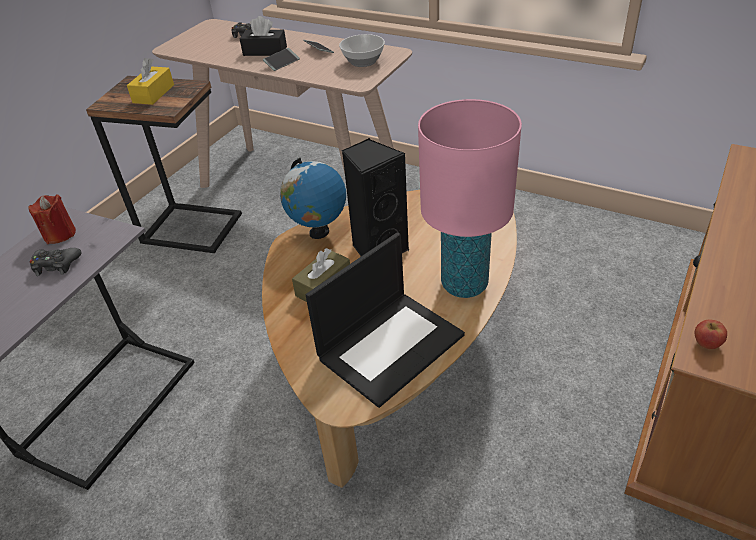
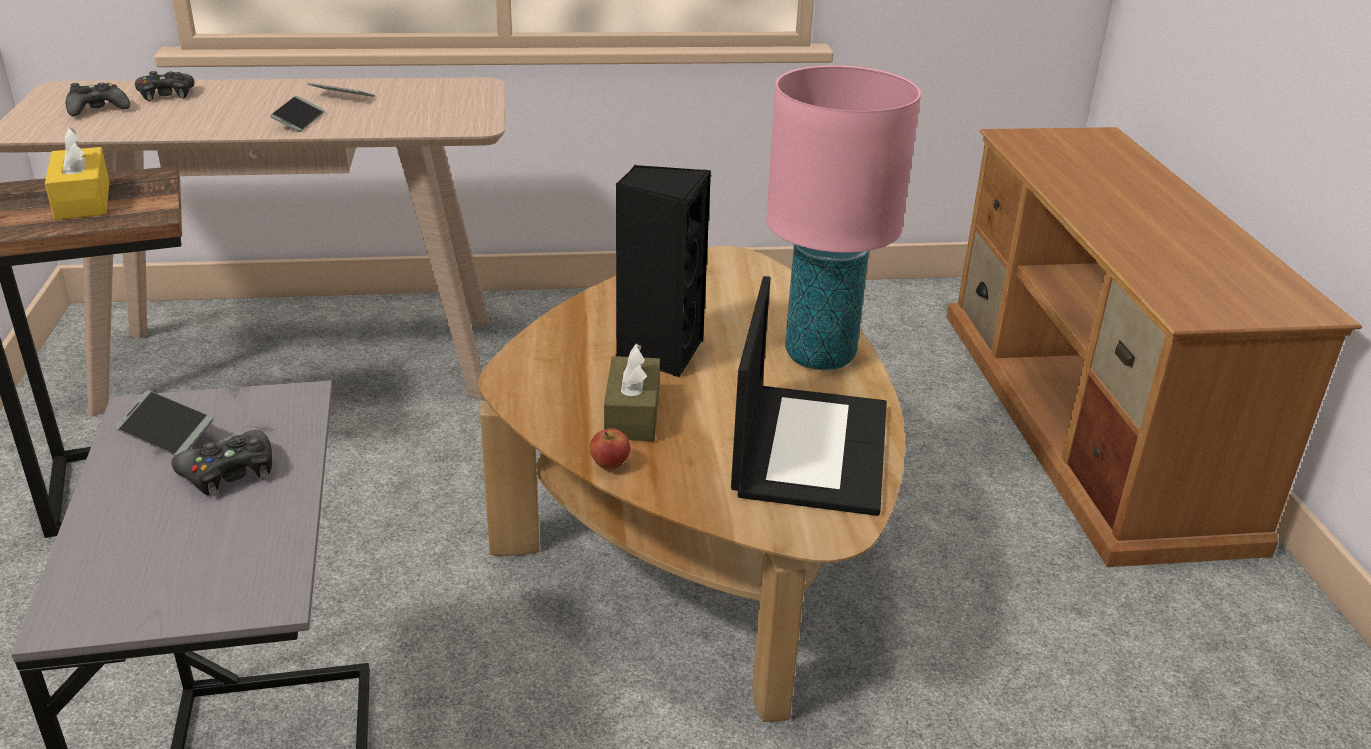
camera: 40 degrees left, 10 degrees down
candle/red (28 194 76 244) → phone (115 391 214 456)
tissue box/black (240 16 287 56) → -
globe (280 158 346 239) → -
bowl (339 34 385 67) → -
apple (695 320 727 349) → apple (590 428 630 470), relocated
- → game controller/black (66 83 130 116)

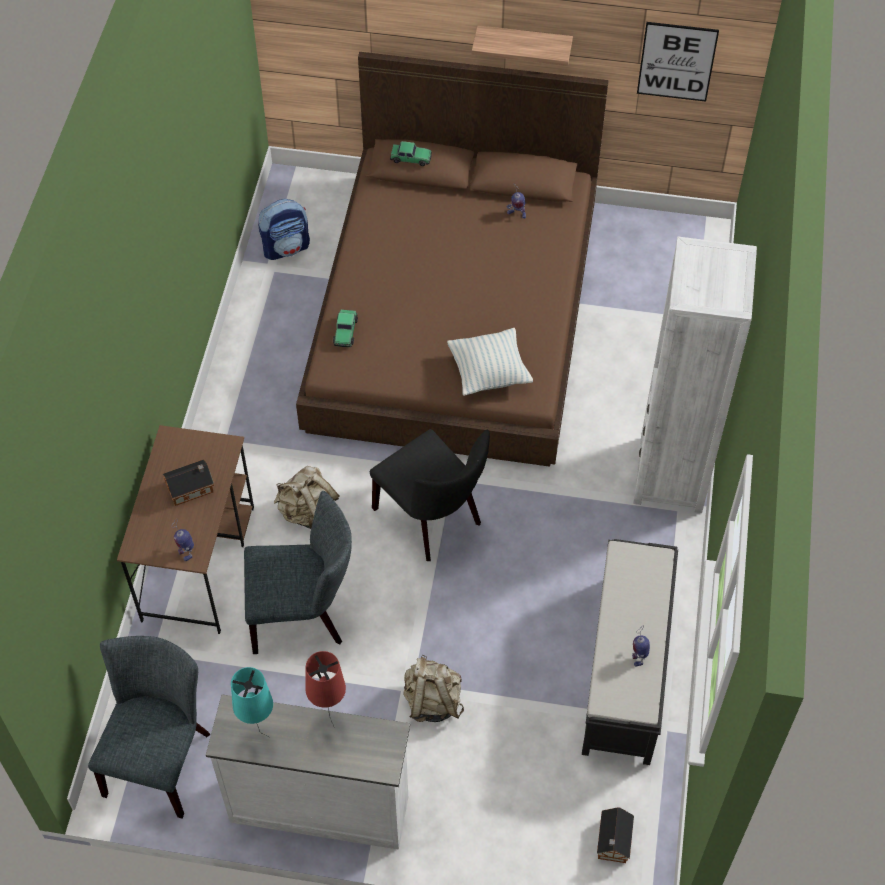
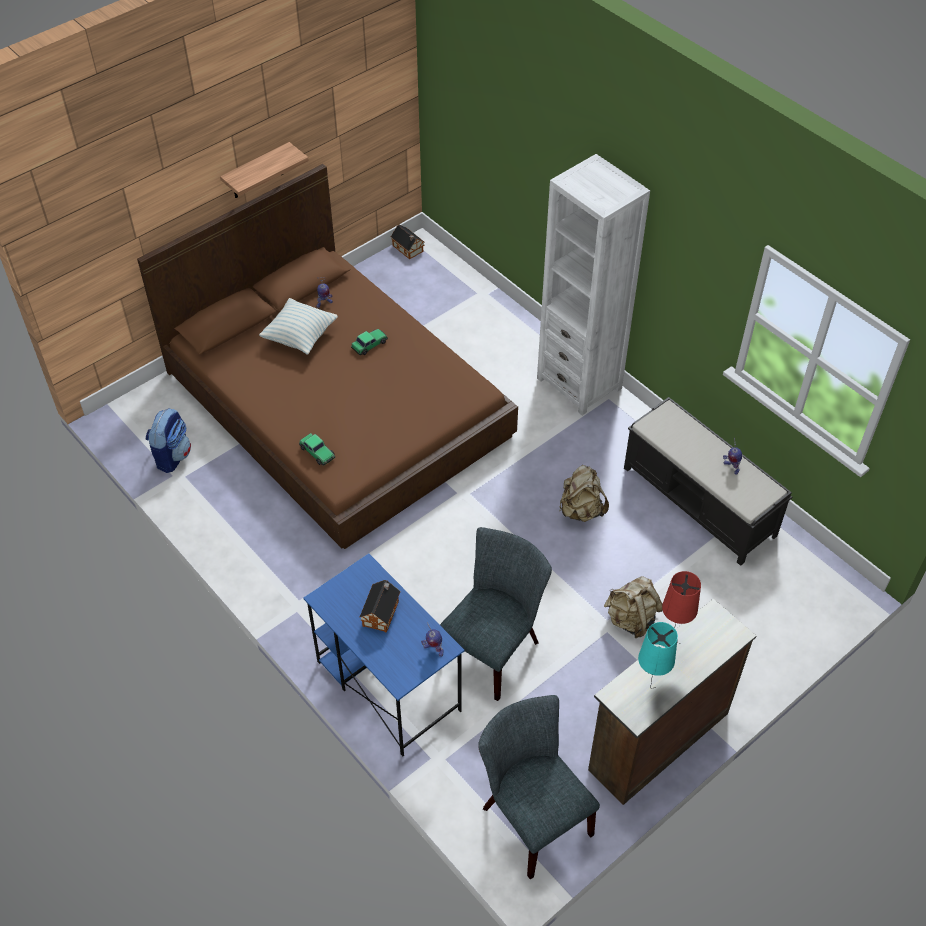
camera: 50 degrees left, 5 degrees down
desk/brown (117 425 254 634) → desk/blue (303 553 464 756)
dresser/white (206 694 410 850) → dresser/brown (588 599 756 805)
backpack/beige (274 466 339 529) → backpack/beige (560 465 609 522), relocated
chair/black (370 429 490 561) → -
toy car (390 141 432 166) → toy car (351 329 388 355), relocated
pillow (447 328 533 396) → pillow (259 298 338 354), relocated
toy house (597 807 634 863) → toy house (391 225 424 259), relocated
picture (637 22 719 102) → -

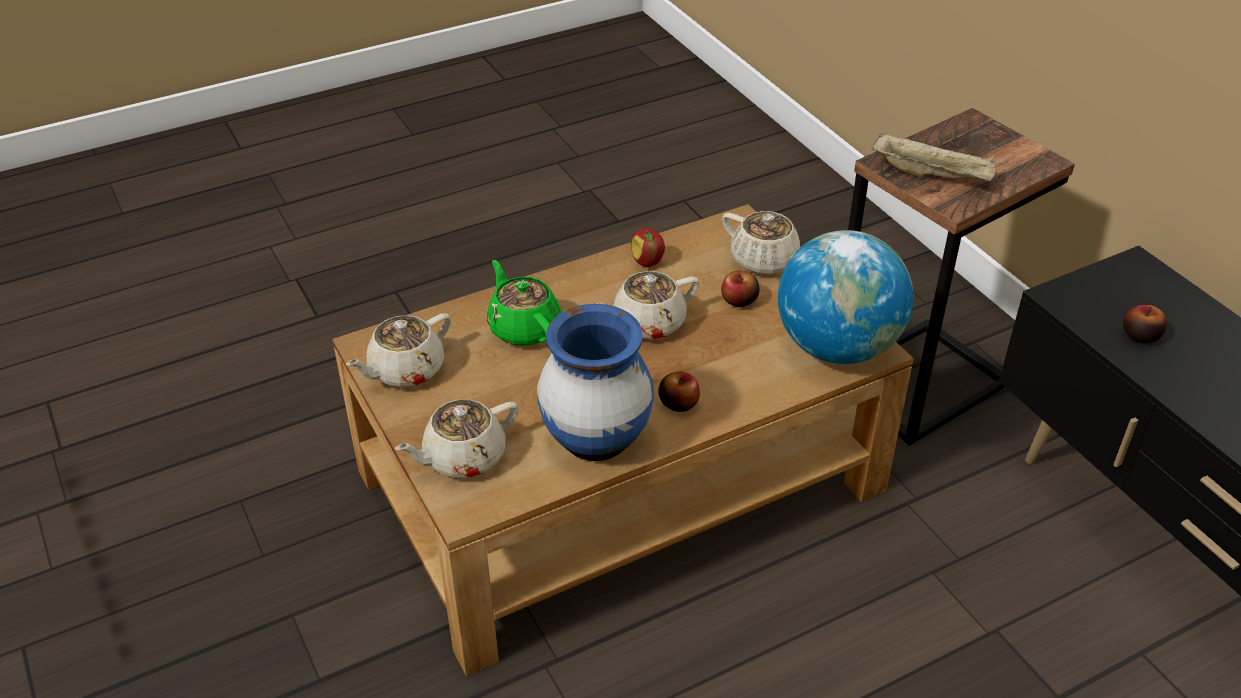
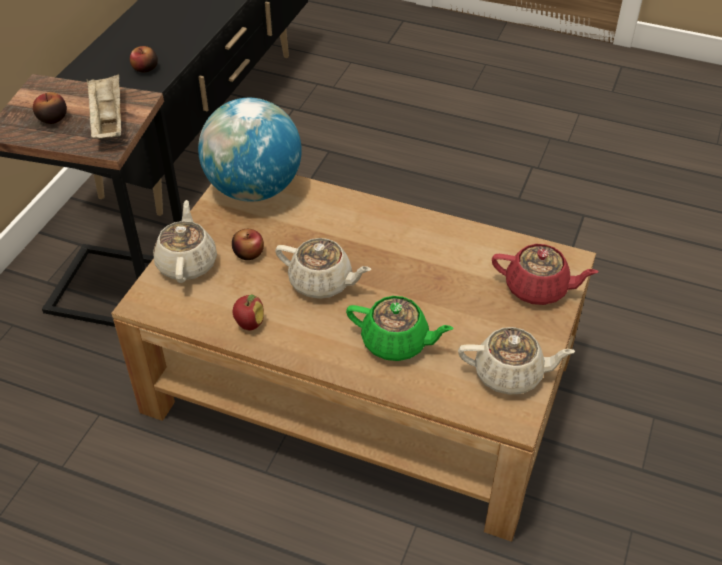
camera: 130 degrees left, 5 degrees up
teapot/beige (395 399 518 478) → teapot/red (492 244 598 305)
teapot/green (487 260 561 346) → teapot/green (346 296 454 361), 90 degrees counterclockwise
vase/blue (537 304 654 461) → -
apple (658 372 700 412) → apple (33 92 67 124), relocated

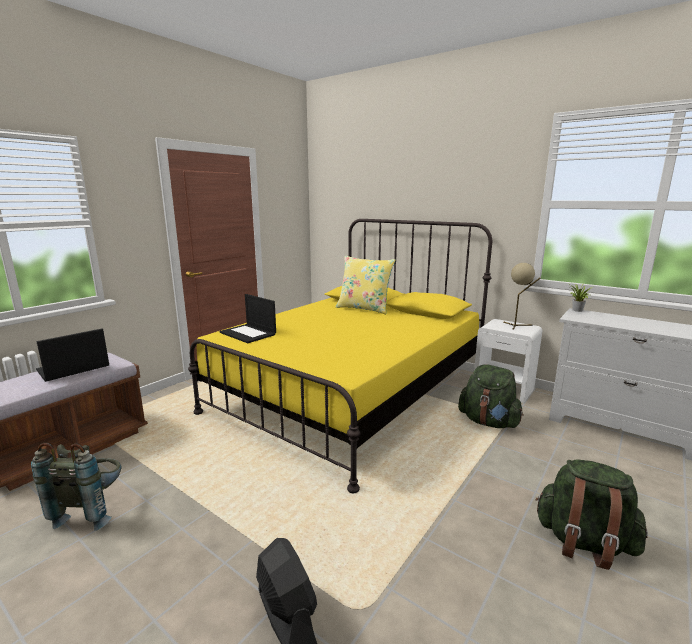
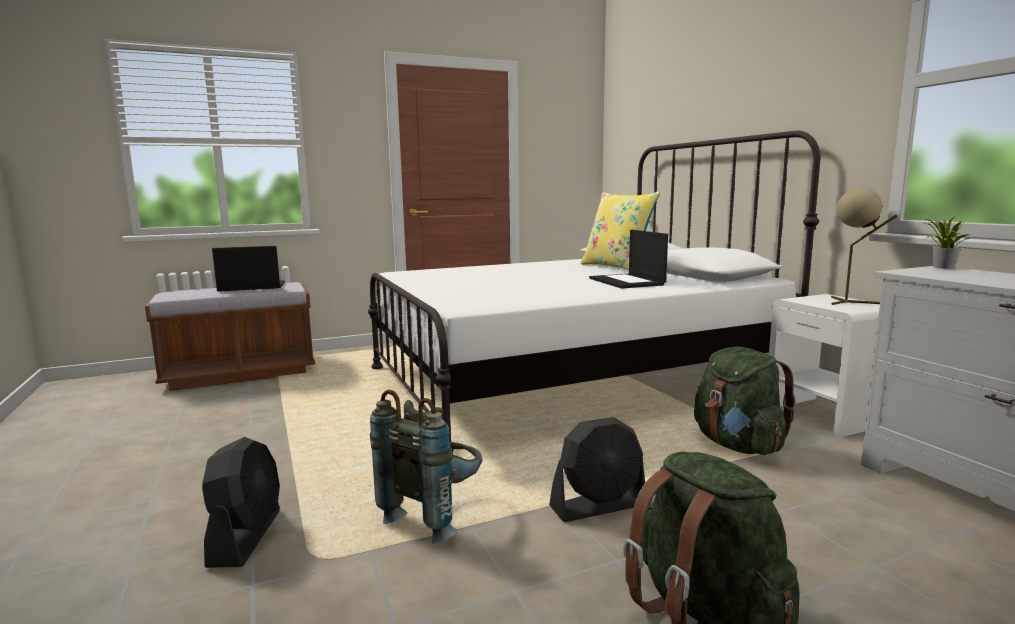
camera: 30 degrees right, 5 degrees down
backpack/grey (31 443 122 531) → backpack/grey (370 390 483 544), relocated
bed/yellow (188 219 492 493) → bed/white (368 131 820 455)
laptop (220 294 276 343) → laptop (589 230 668 289), relocated
- → fan/black (549 417 645 522)

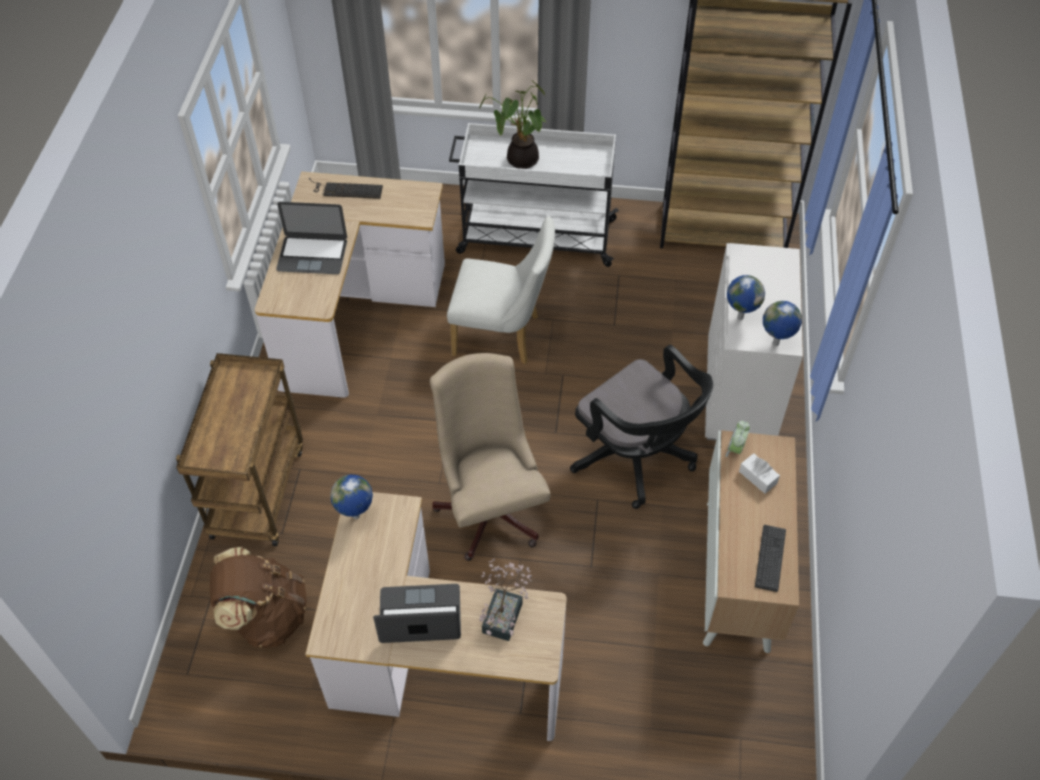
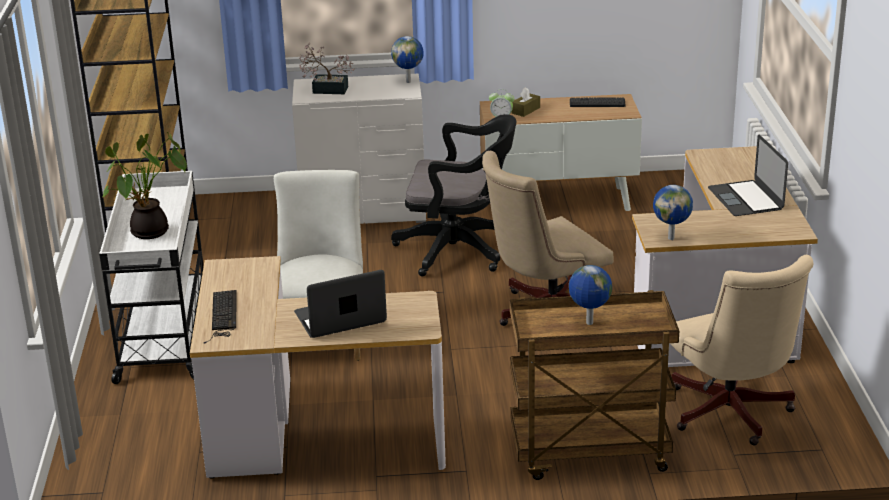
camera: 100 degrees left, 25 degrees down
backpack/brown (210 547 306 648) → office chair/beige (670 255 813 445)
laptop (276 202 347 274) → laptop (294 270 387 338), 105 degrees counterclockwise
potted plant (480 559 532 641) → potted plant (299 43 354 94), relocated
office chair/black (570 345 713 509) → office chair/black (391 114 516 276), 60 degrees clockwise
globe (727 275 765 320) → globe (569 265 612 325), relocated
tissue box/white (739 453 780 494) → tissue box/brown (512 87 540 117)

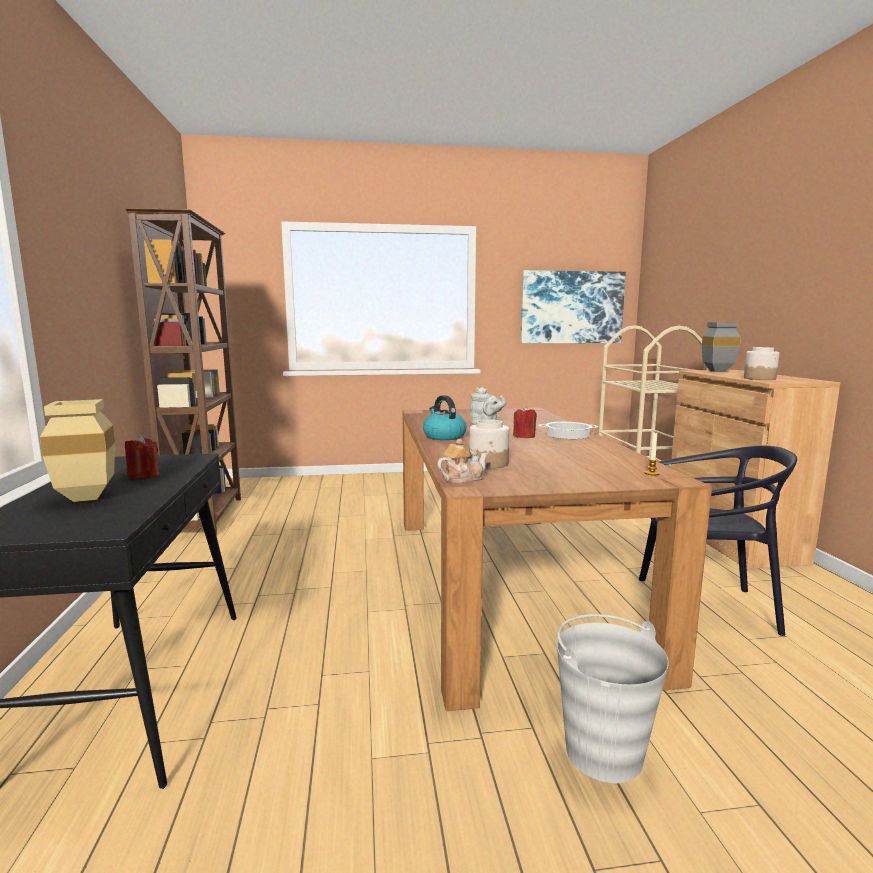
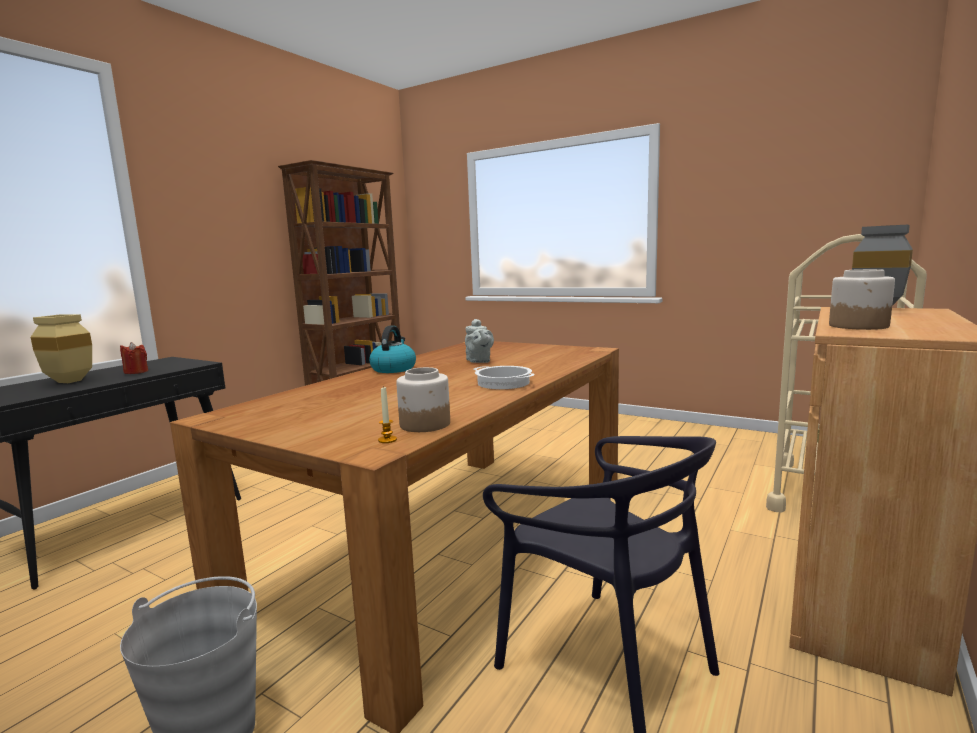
camera: 40 degrees right, 0 degrees up
teapot (437 439 488 484) → -
jar (469 419 509 469) → jar (396 367 450 432), relocated
candle/red (513 406 537 438) → -
picture (520 270 626 343) → -

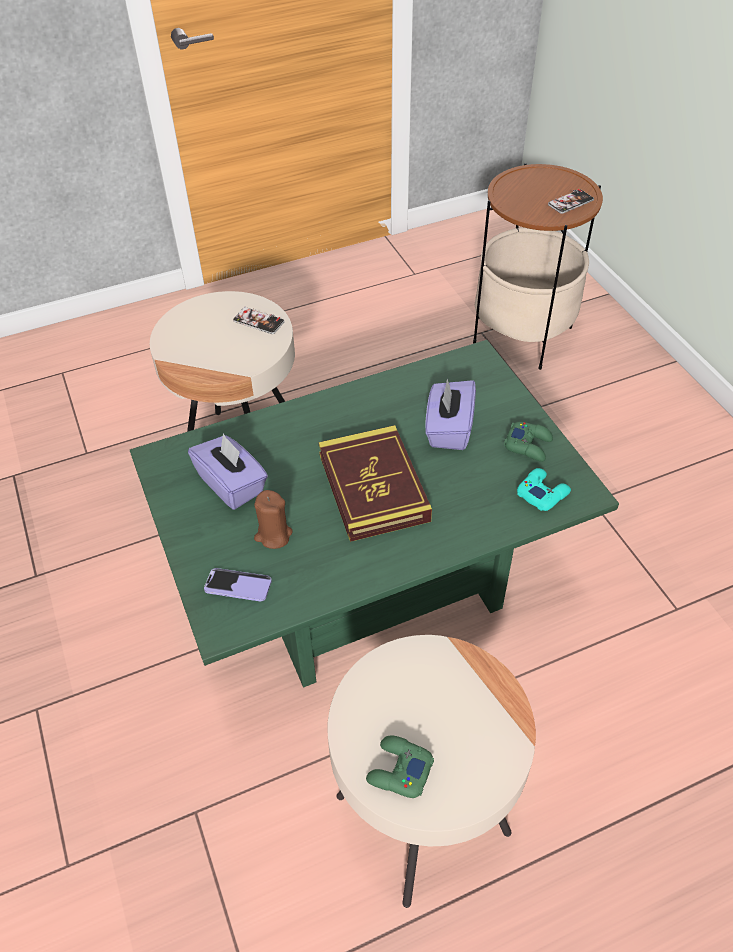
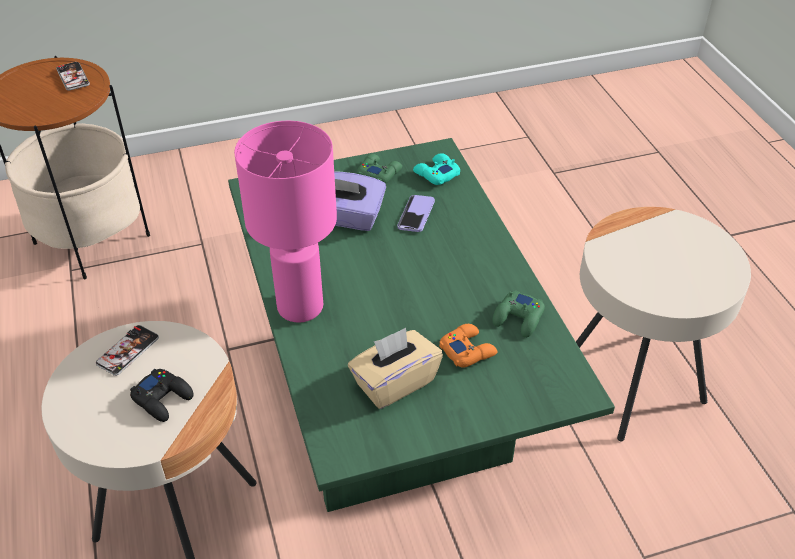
camera: 85 degrees left, 5 degrees down
tissue box/purple (188 433 268 510) → tissue box/beige (348 328 443 409)
phone (204 568 272 601) → phone (397 195 435 232), relocated
candle/brown (254 490 293 549) → game controller/orange (439 324 497 368)
book (319 425 432 542) → -
game controller/green (366 736 434 798) → game controller/green (492 290 545 338), relocated
- → game controller/black (130 369 194 422)
- → table lamp/pink (234 121 337 323)

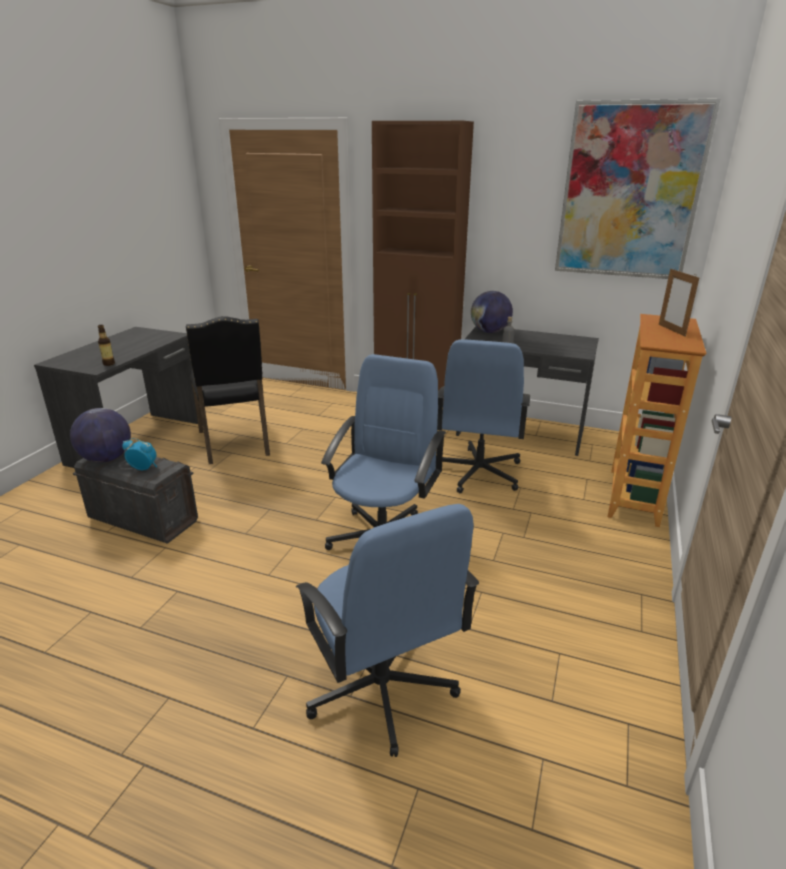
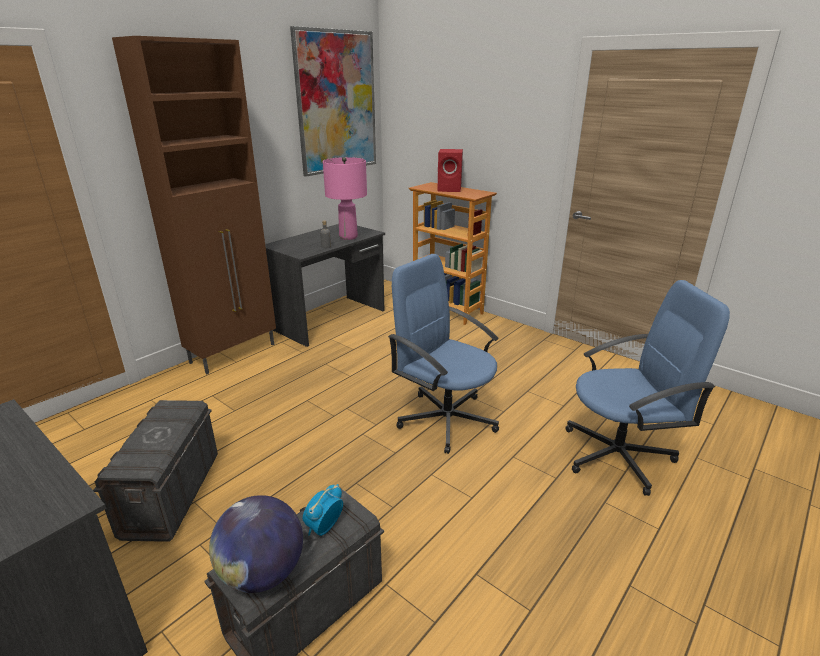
camera: 70 degrees left, 0 degrees up
bottle (98 325 115 366) → -
chair/black (186 316 270 464) → storage box/grey (93 400 218 542)
office chair/blue (437 339 530 493) → -
globe (471 291 513 333) → -
picture frame (659 268 699 337) → speaker/red (437 149 463 192)
- → table lamp/pink (323 157 367 240)

